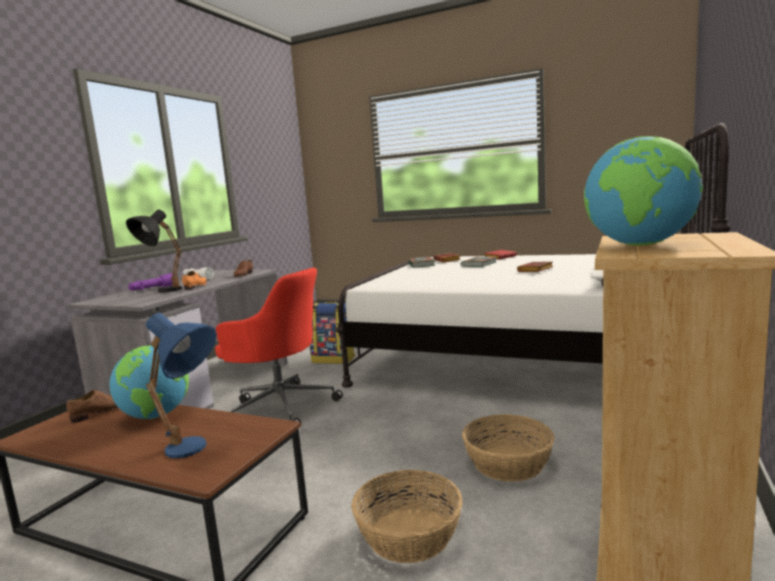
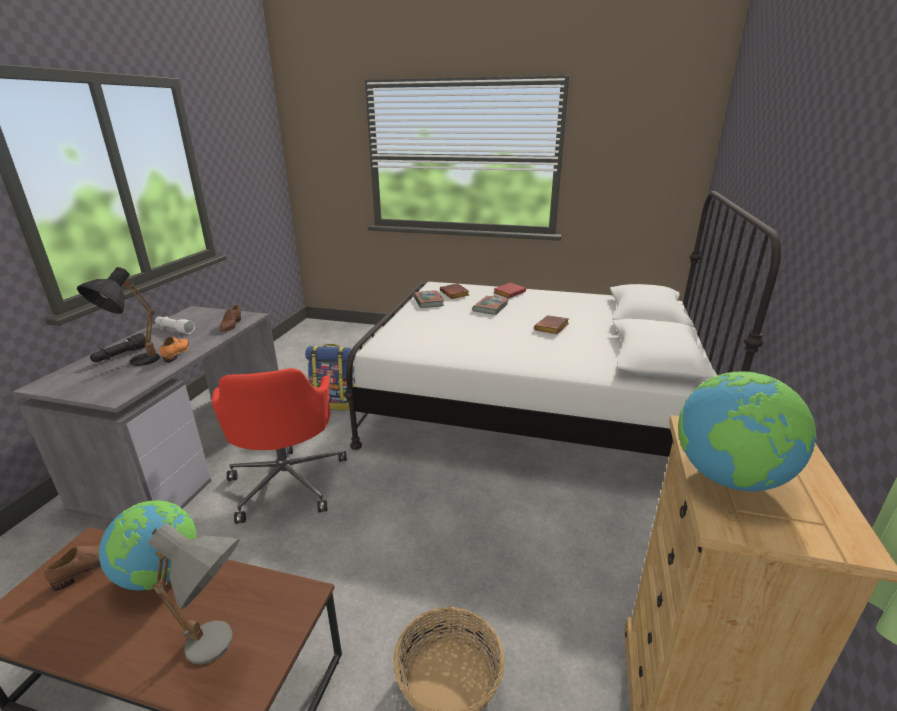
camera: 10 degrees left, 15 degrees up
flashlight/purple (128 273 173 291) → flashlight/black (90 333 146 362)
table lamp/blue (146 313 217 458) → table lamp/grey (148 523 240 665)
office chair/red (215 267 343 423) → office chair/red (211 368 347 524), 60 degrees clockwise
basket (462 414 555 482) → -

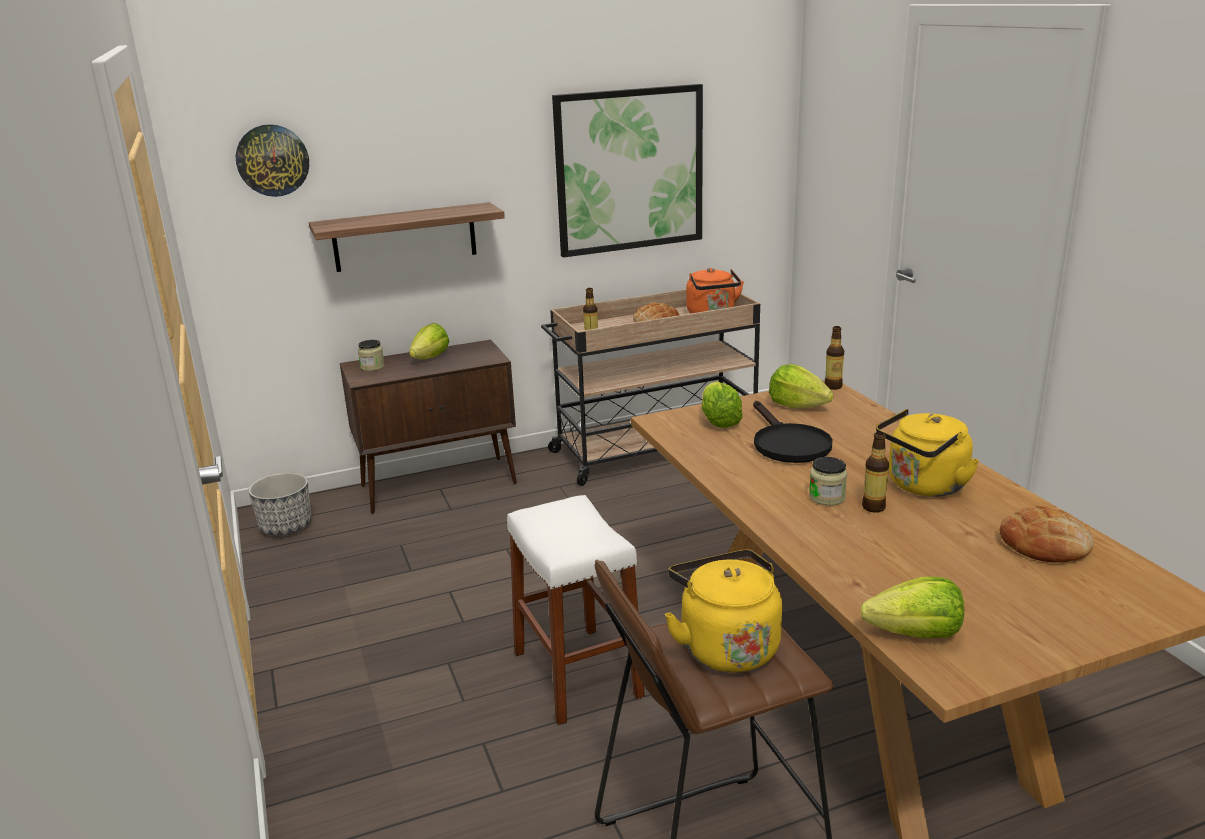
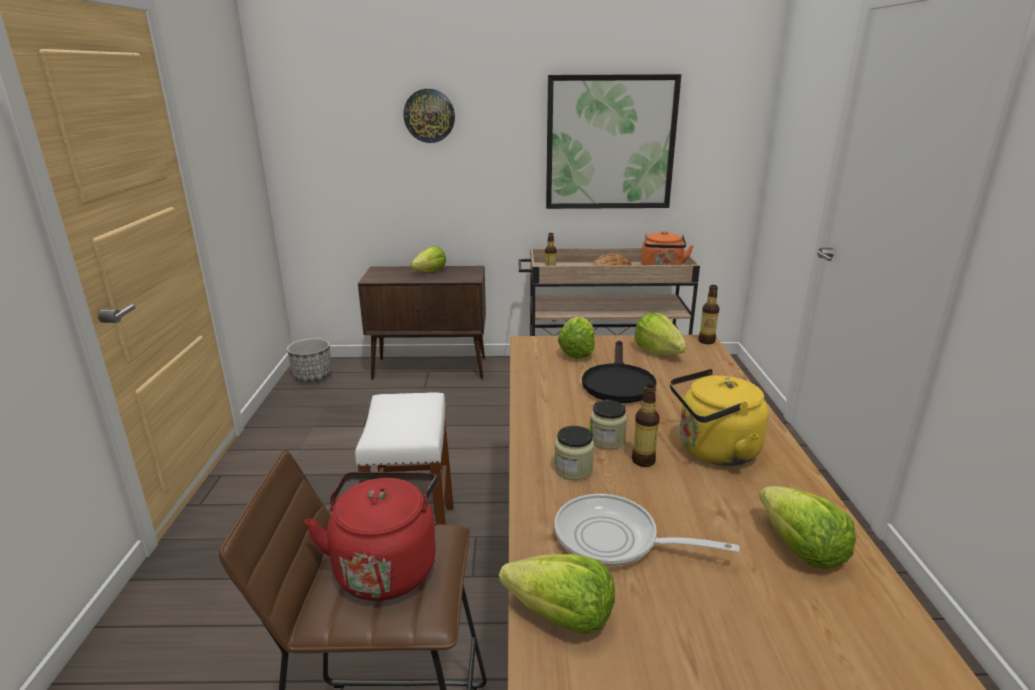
camera: 20 degrees right, 0 degrees up
wall clock (236 124 309 197) → wall clock (403 89 455 143), relocated
shelf (309 202 505 272) → -
jar (358 340 385 371) → jar (554 426 594 480), relocated
kettle/yellow (665 550 782 672) → kettle/red (305 472 437 601)
bread (1000 506 1094 563) → lettuce (759 486 856 569)
- → frying pan (554 494 740 567)

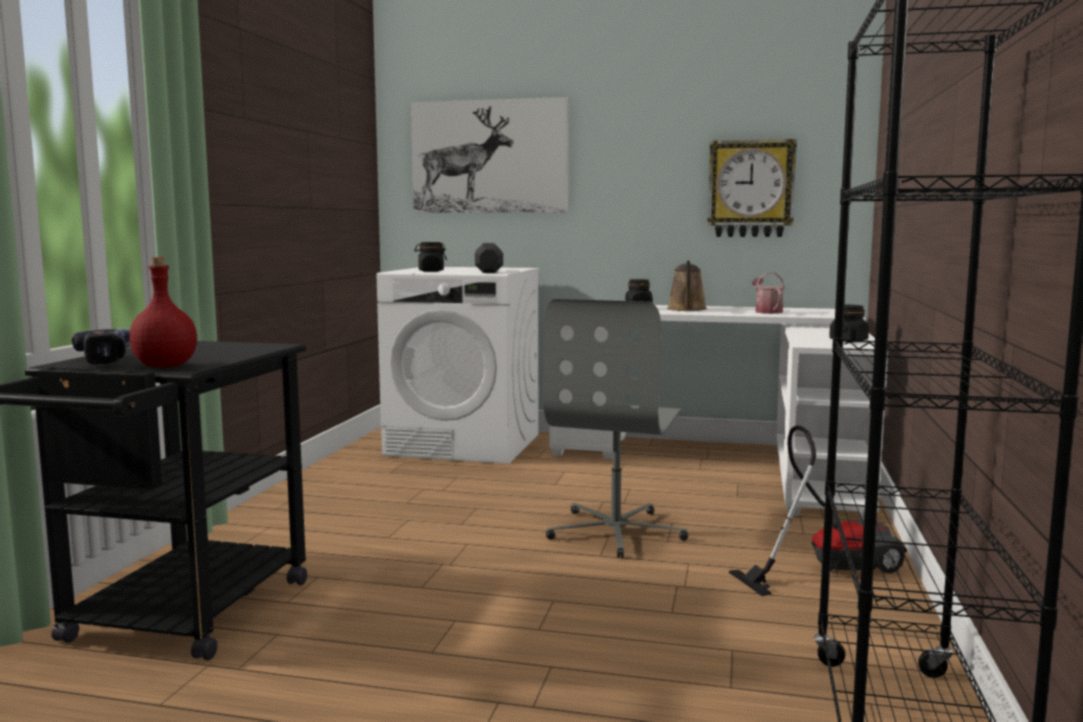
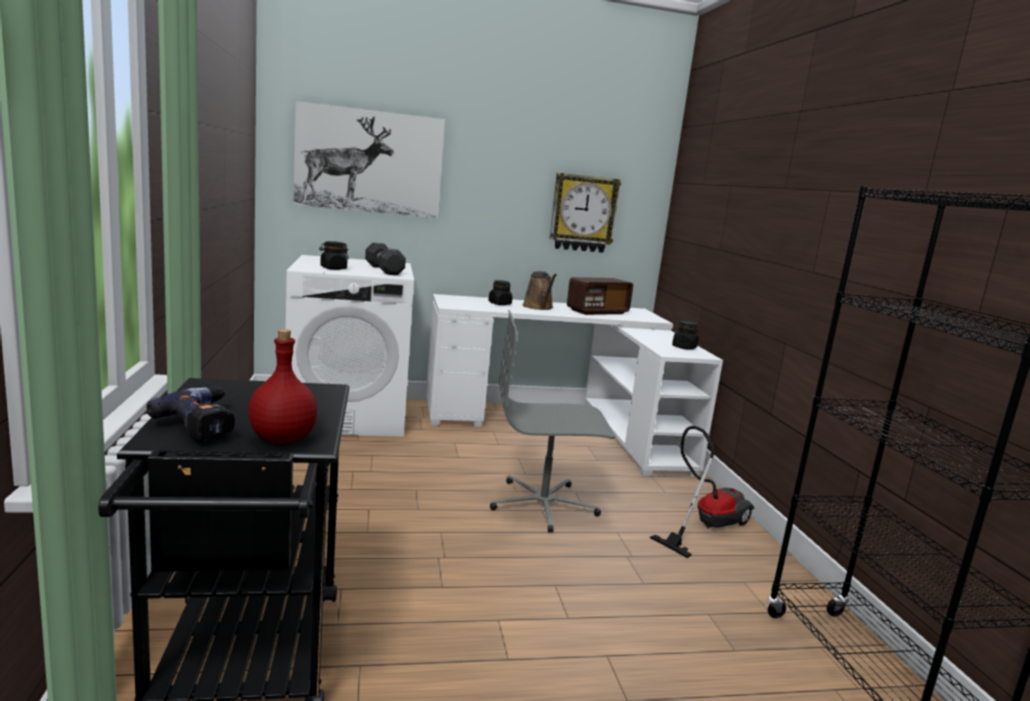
camera: 25 degrees left, 5 degrees up
office chair/grey (543 299 688 558) → office chair/grey (490 310 615 533), 90 degrees clockwise
watering can (752 272 785 314) → radio (567 277 633 315)

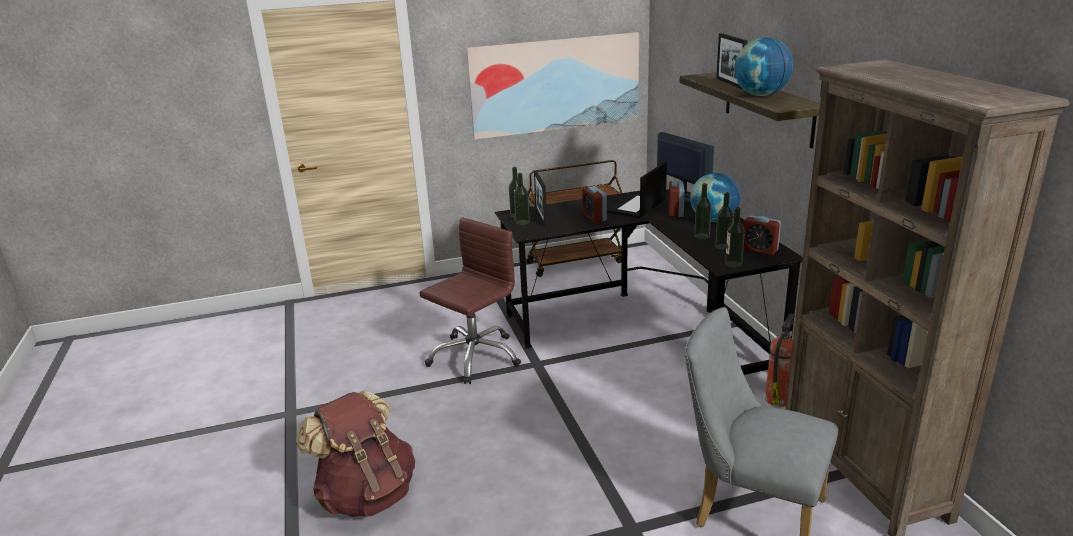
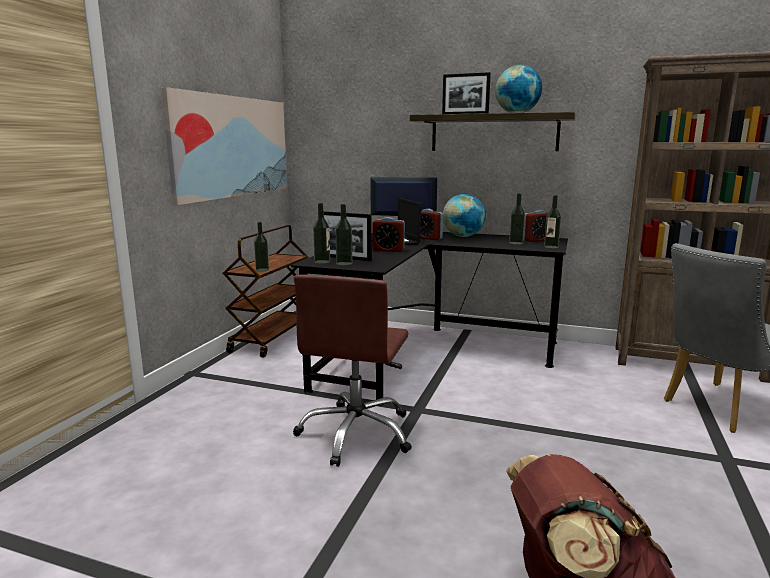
camera: 55 degrees left, 10 degrees down
office chair/brown (419 217 521 384) → office chair/brown (293 274 412 467), 150 degrees counterclockwise
bottle (694 183 711 239) → bottle (254 222 269 272), relocated
fire extinguisher (765 314 796 407) → -

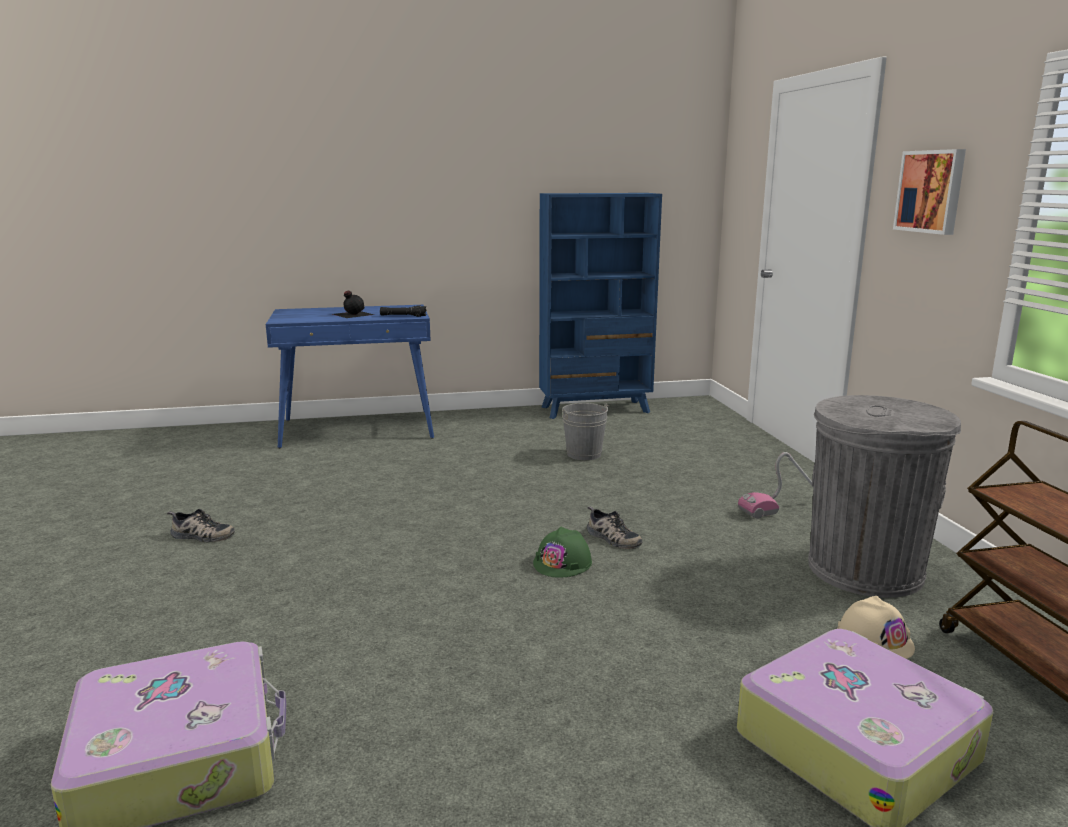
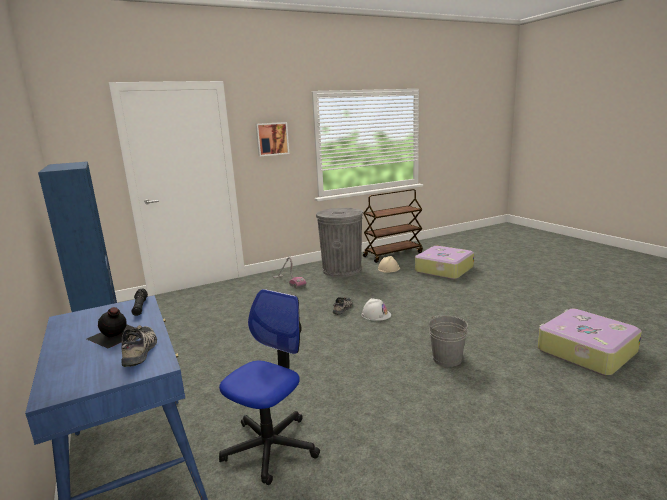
camera: 105 degrees left, 0 degrees up
shoe (167 509 235 542) → shoe (121 325 157 367), relocated
hard hat/green (533 527 592 578) → hard hat/white (362 298 391 321)
bucket/grey (562 403 609 460) → bucket/grey (429 315 468 367), relocated
- → office chair (219 289 320 485)

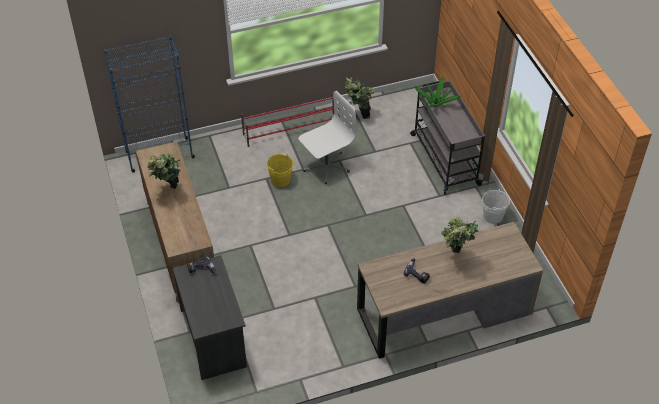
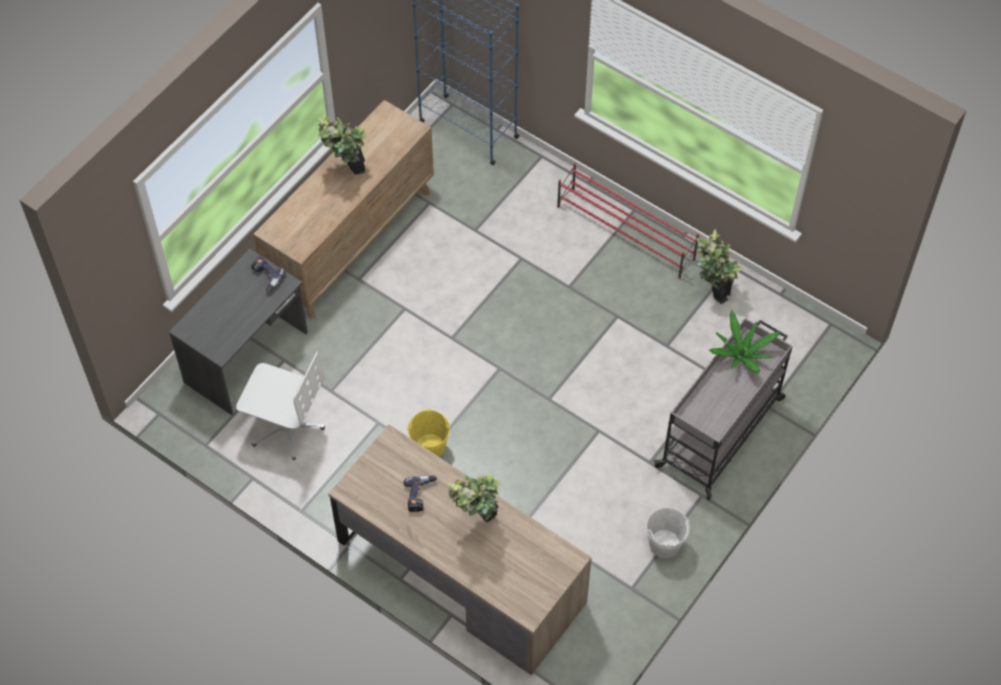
camera: 55 degrees right, 10 degrees up
bucket/yellow (267 154 293 187) → bucket/yellow (407 409 450 457), relocated
office chair/white (299 91 356 184) → office chair/white (236 351 325 460), relocated

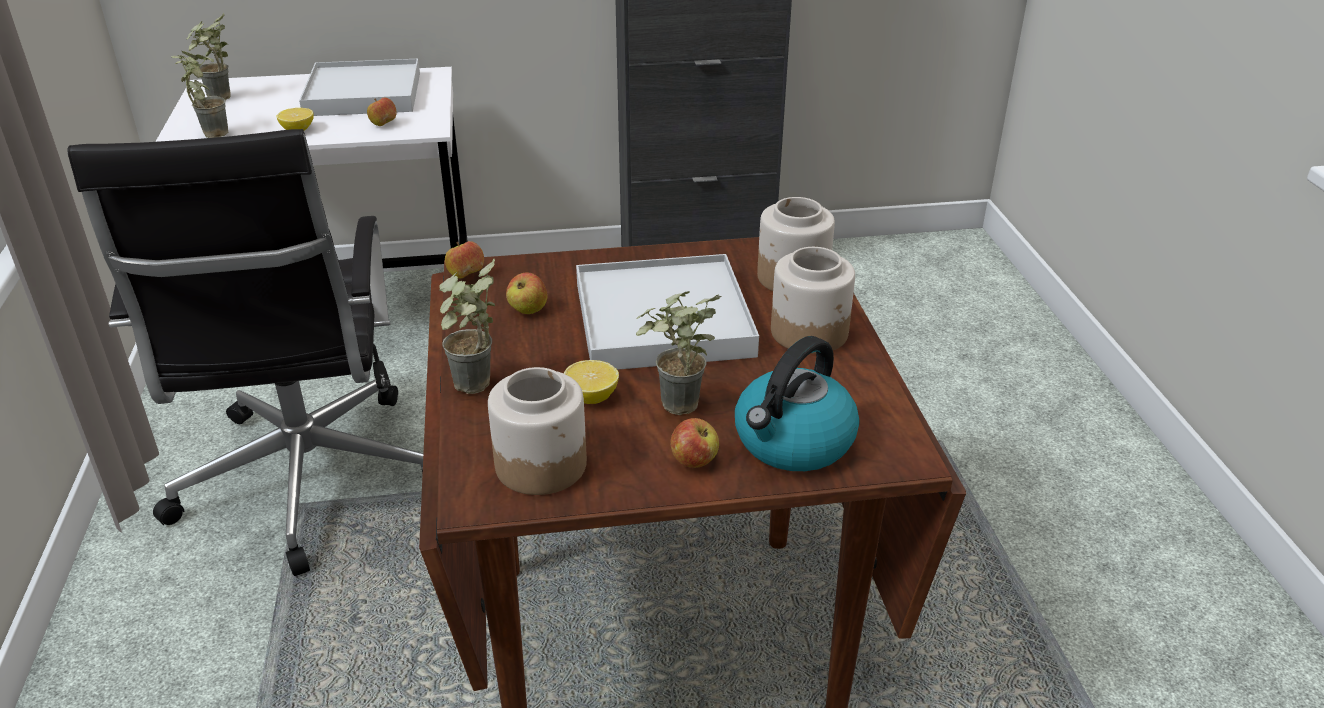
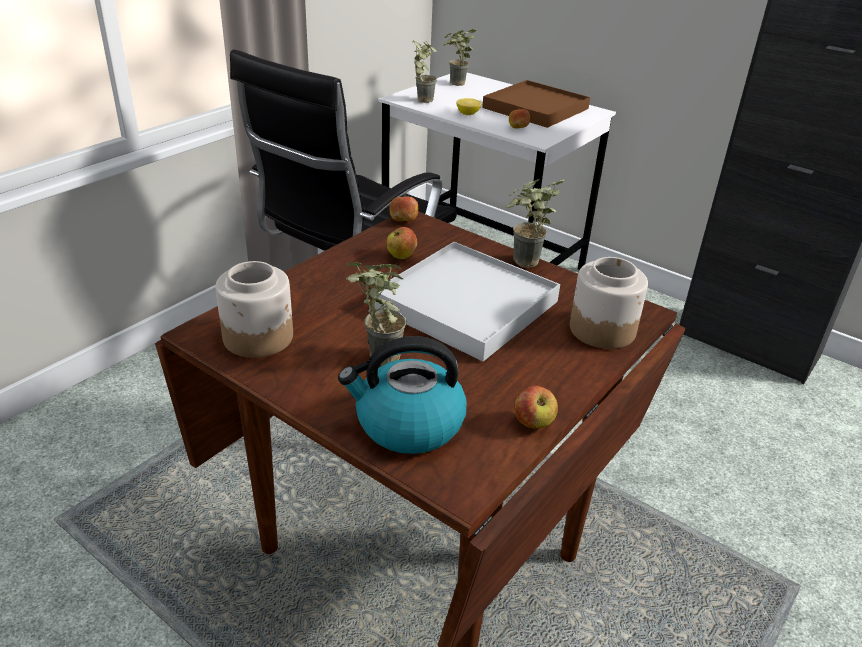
camera: 45 degrees right, 0 degrees up
tray/white (299 59 420 116) → tray/brown (482 80 590 128)
potted plant (439 259 495 394) → potted plant (506 179 565 268), relocated
lemon (564 360 619 404) → -
apple (670 418 719 468) → apple (515 386 558 428), relocated
jar (771 247 855 354) → -

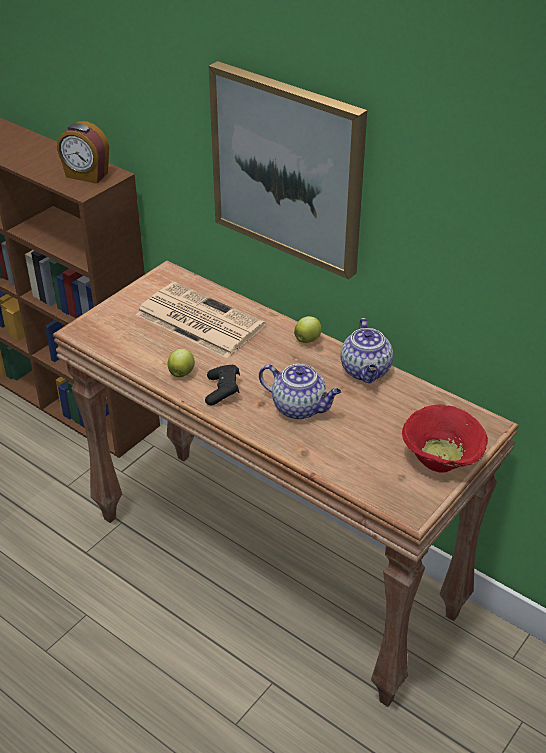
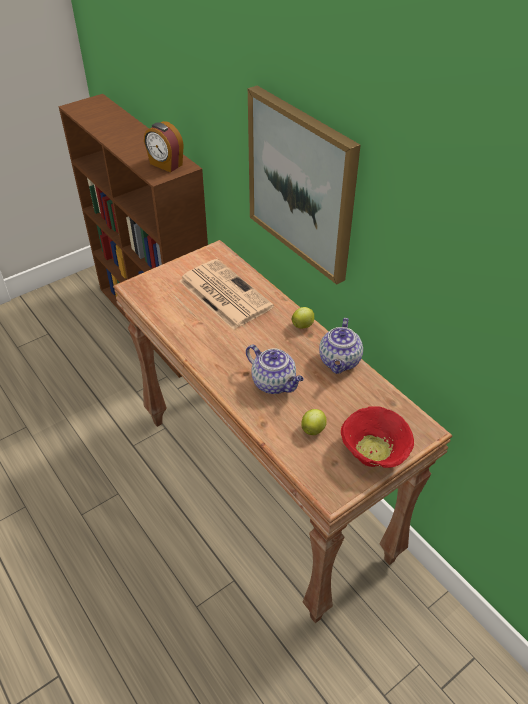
camera: 15 degrees right, 5 degrees up
apple (168 349 195 377) → apple (301 409 327 435), relocated
game controller/black (205 365 240 405) → -

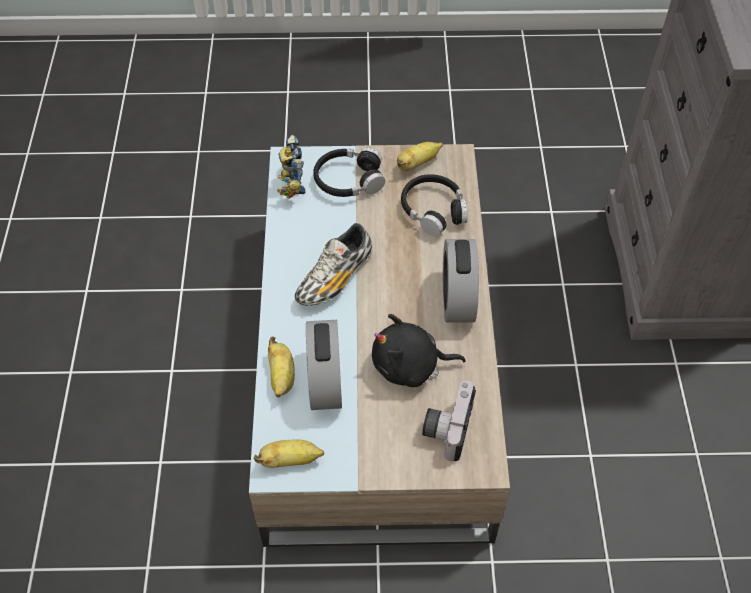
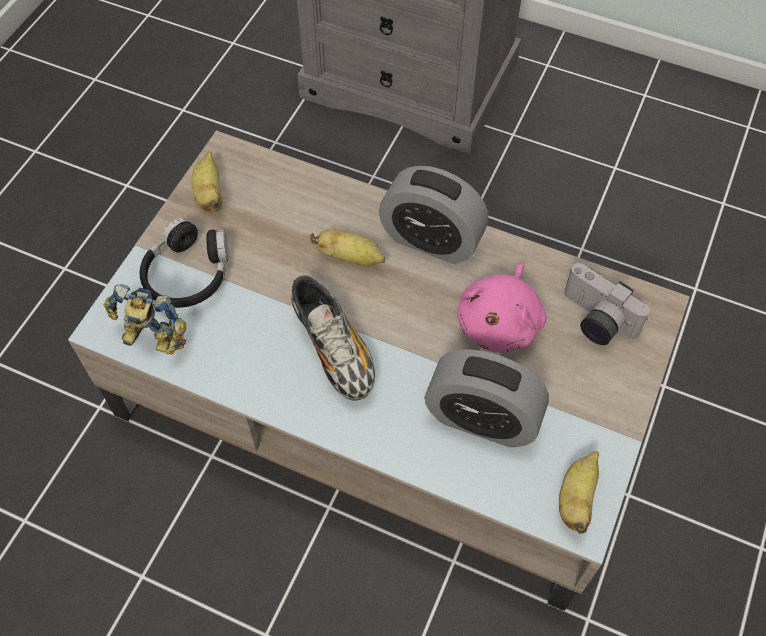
camera: 65 degrees left, 5 degrees up
banana (268 337 295 398) → banana (310 229 385 266), relocated
plush toy/black (372 314 466 387) → plush toy/pink (457 263 546 353)
headphones/black (401 174 468 237) → -

